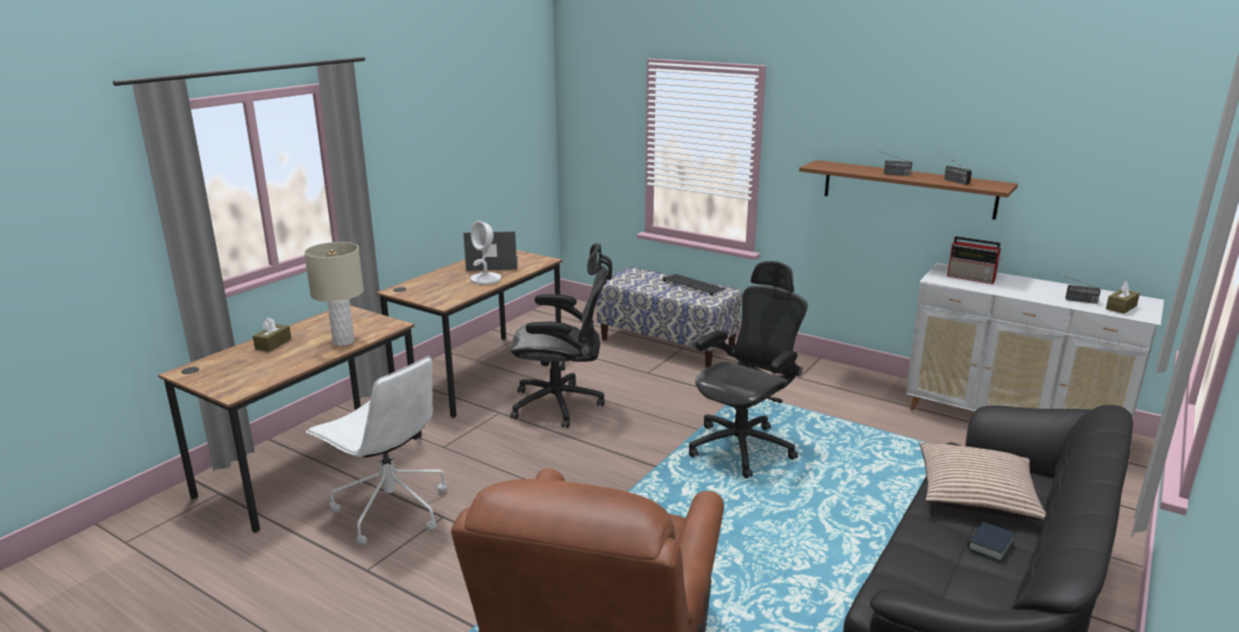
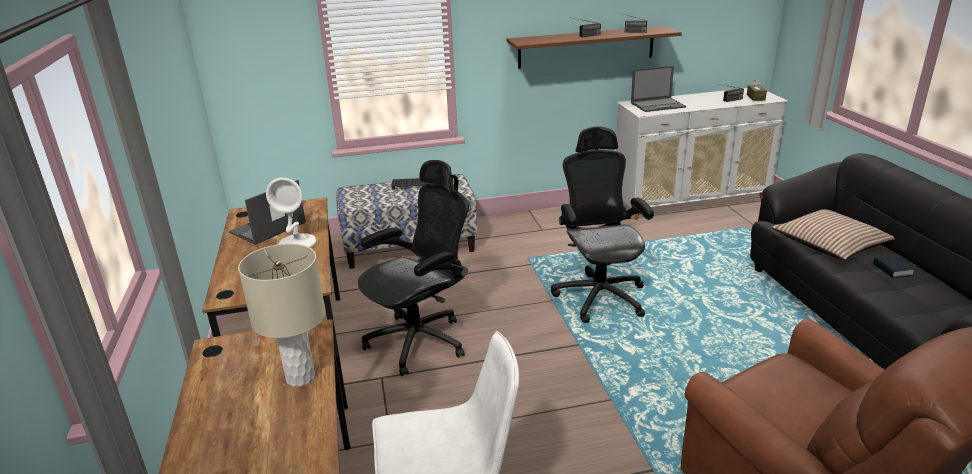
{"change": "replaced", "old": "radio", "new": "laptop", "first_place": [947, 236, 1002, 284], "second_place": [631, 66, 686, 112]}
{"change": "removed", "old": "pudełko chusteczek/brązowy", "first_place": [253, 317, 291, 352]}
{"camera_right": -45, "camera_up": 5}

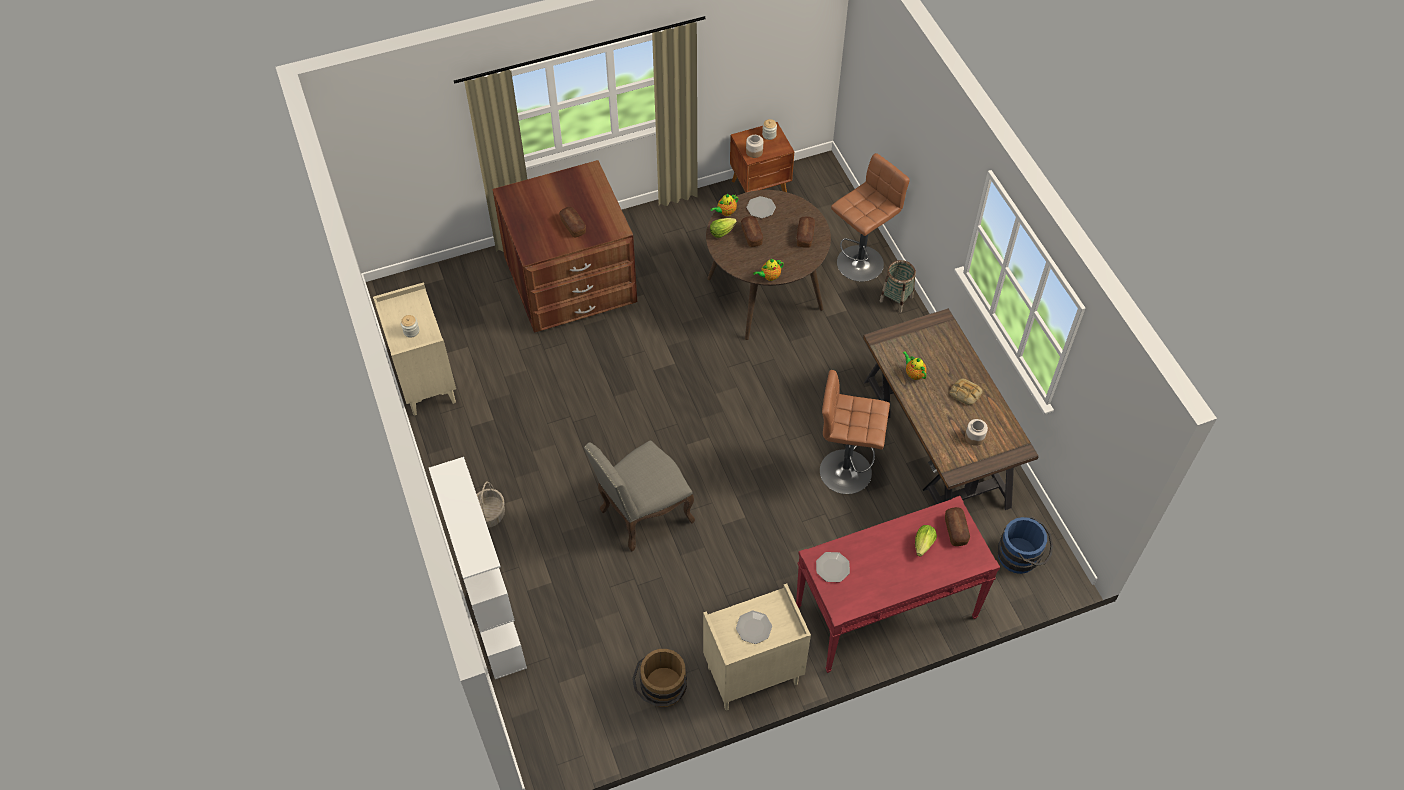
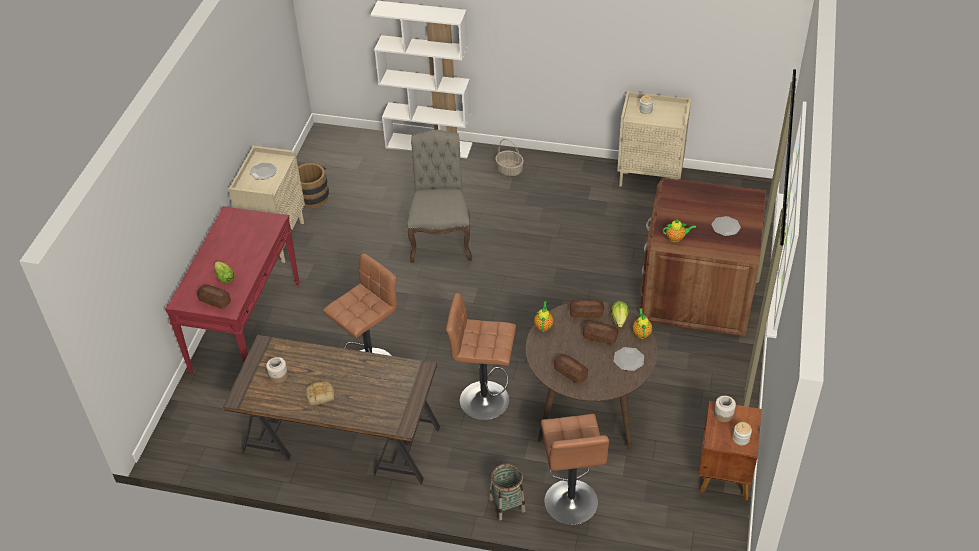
{"change": "added", "new": "stołek/brązowy", "second_place": [446, 293, 516, 420]}
{"change": "moved", "old": "chleb", "first_place": [559, 207, 586, 238], "second_place": [570, 299, 604, 318]}
{"change": "moved", "old": "imbryk", "first_place": [902, 351, 927, 380], "second_place": [663, 219, 696, 242]}
{"change": "moved", "old": "talerz", "first_place": [816, 552, 850, 582], "second_place": [711, 216, 741, 236]}
{"change": "removed", "old": "wiadro/niebieski", "first_place": [998, 516, 1053, 574]}
{"camera_right": 125, "camera_up": -10}

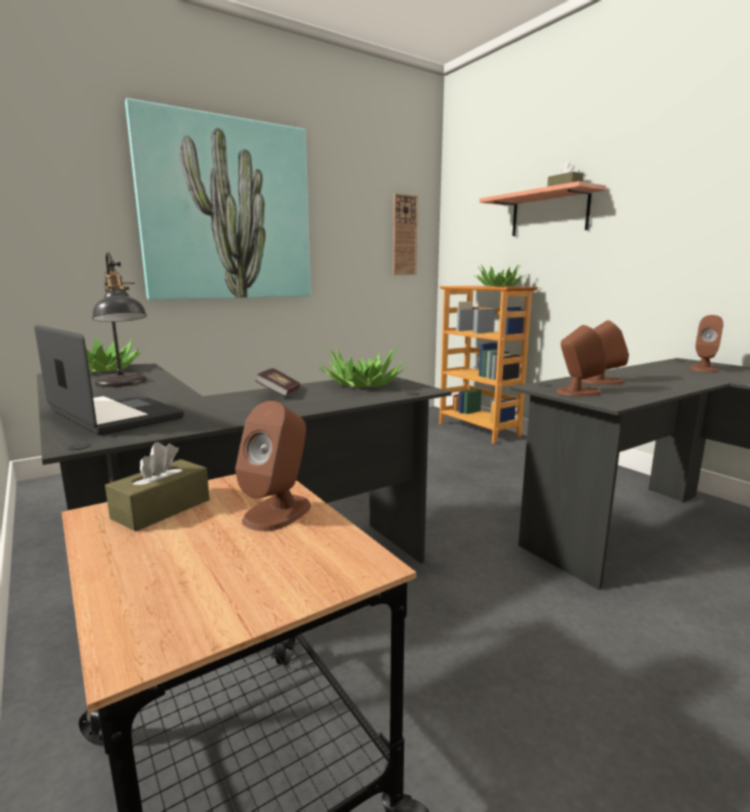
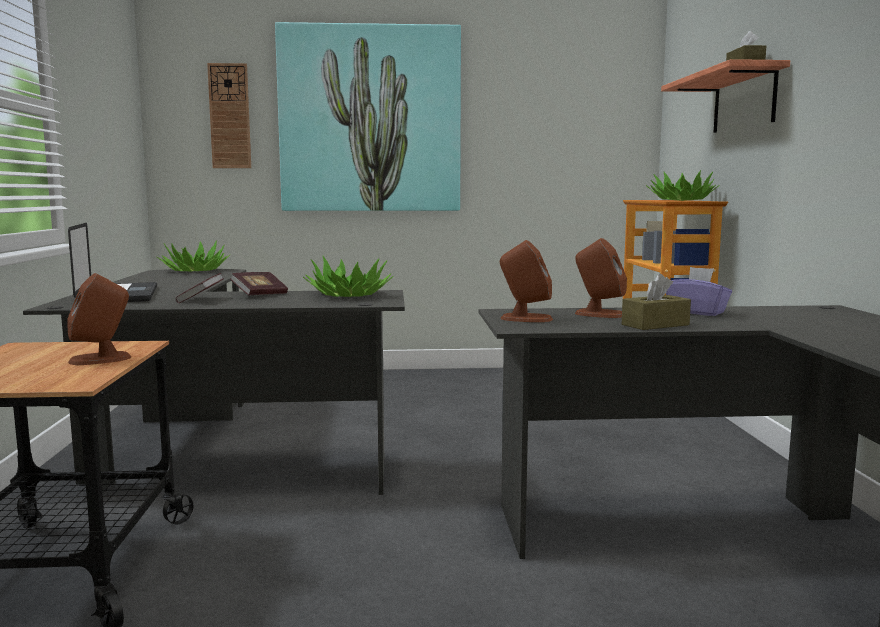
{"change": "added", "new": "książka", "second_place": [176, 273, 224, 303]}
{"change": "moved", "old": "zegar ścienny", "first_place": [393, 193, 418, 275], "second_place": [207, 63, 251, 168]}
{"change": "moved", "old": "pudełko chusteczek/brązowy", "first_place": [105, 442, 210, 532], "second_place": [622, 274, 691, 330]}
{"change": "added", "new": "pudełko chusteczek/fioletowy", "second_place": [666, 267, 732, 316]}
{"change": "removed", "old": "lampa stołowa/szary", "first_place": [92, 252, 147, 387]}
{"change": "removed", "old": "głośnik/brązowy", "first_place": [689, 315, 723, 372]}
{"camera_right": 30, "camera_up": -5}

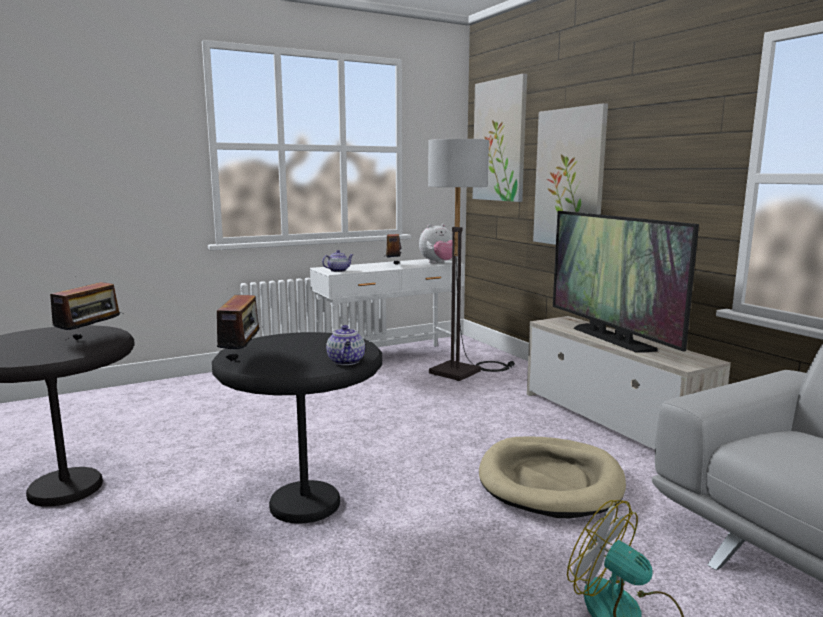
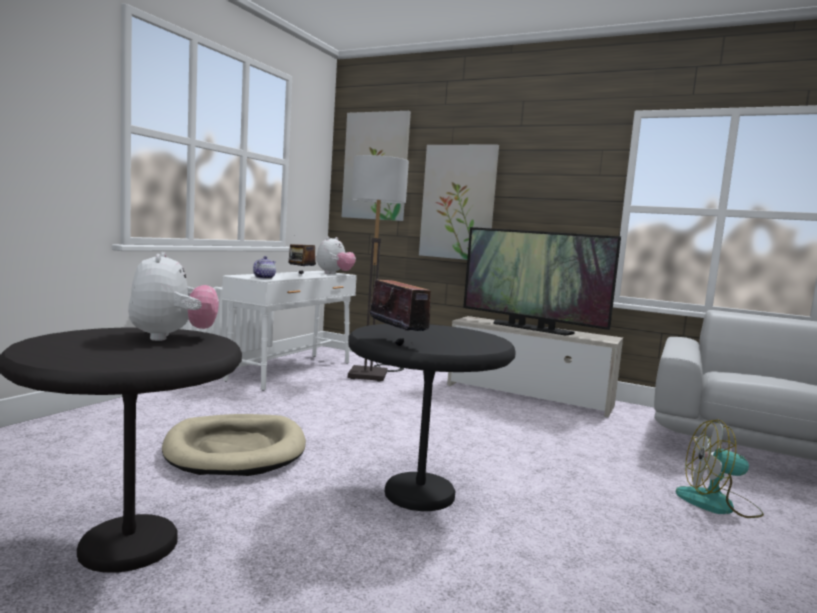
{"change": "replaced", "old": "radio", "new": "pluszak", "first_place": [50, 276, 125, 340], "second_place": [128, 252, 219, 341]}
{"change": "moved", "old": "legowisko/beżowy", "first_place": [479, 437, 626, 518], "second_place": [162, 414, 306, 476]}
{"change": "removed", "old": "imbryk", "first_place": [326, 325, 365, 365]}
{"camera_right": -35, "camera_up": -5}

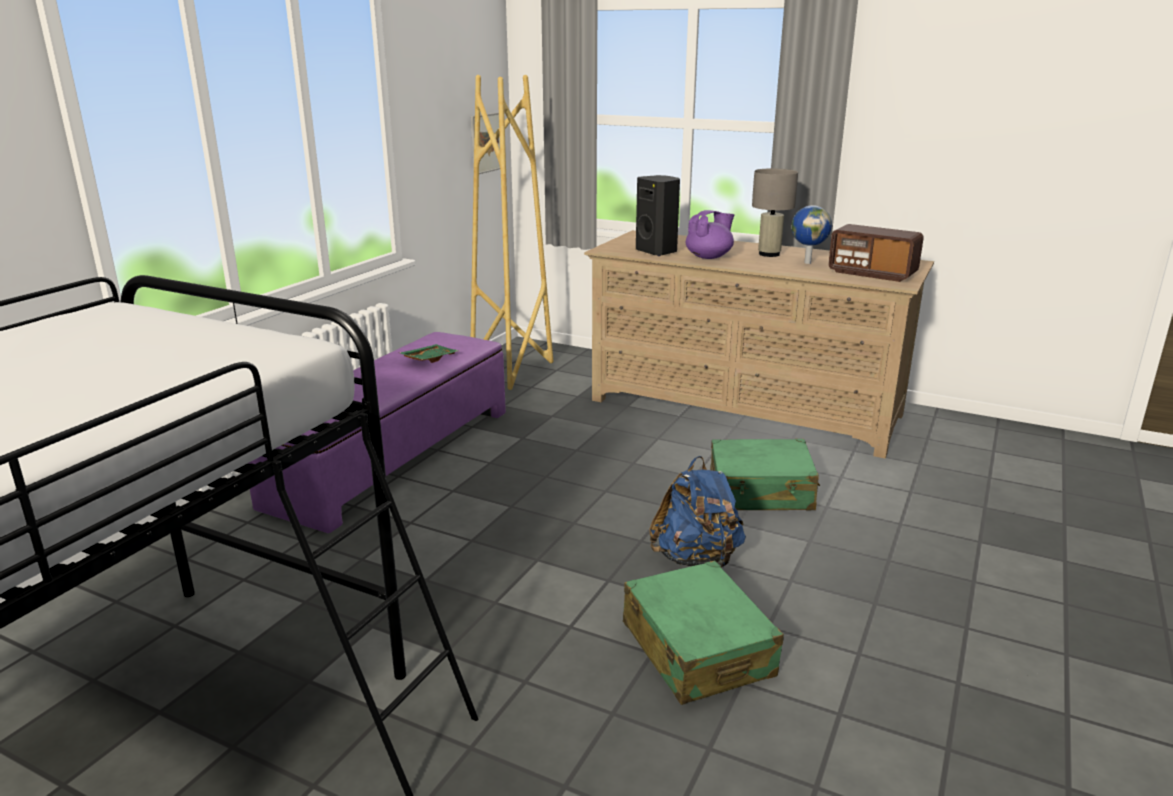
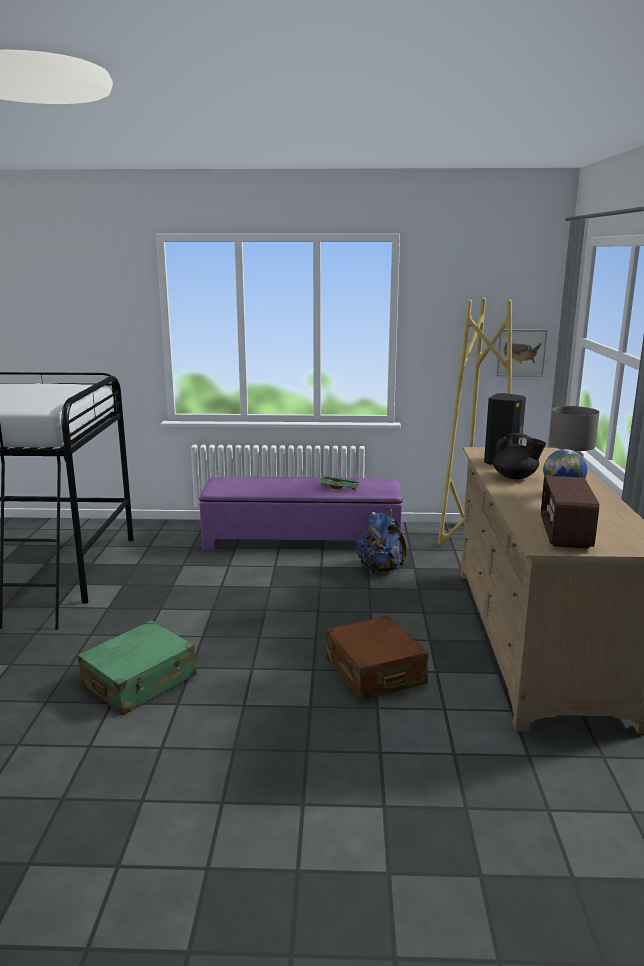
{"change": "recoloured", "old": "walizka/zielony", "new": "walizka/brązowy", "first_place": [710, 439, 820, 510], "second_place": [326, 615, 428, 700]}
{"change": "moved", "old": "plecak/niebieski", "first_place": [649, 456, 746, 567], "second_place": [356, 508, 407, 574]}
{"change": "recoloured", "old": "imbryk/fioletowy", "new": "imbryk/czarny", "first_place": [686, 210, 734, 259], "second_place": [493, 433, 546, 479]}
{"camera_right": 65, "camera_up": -5}

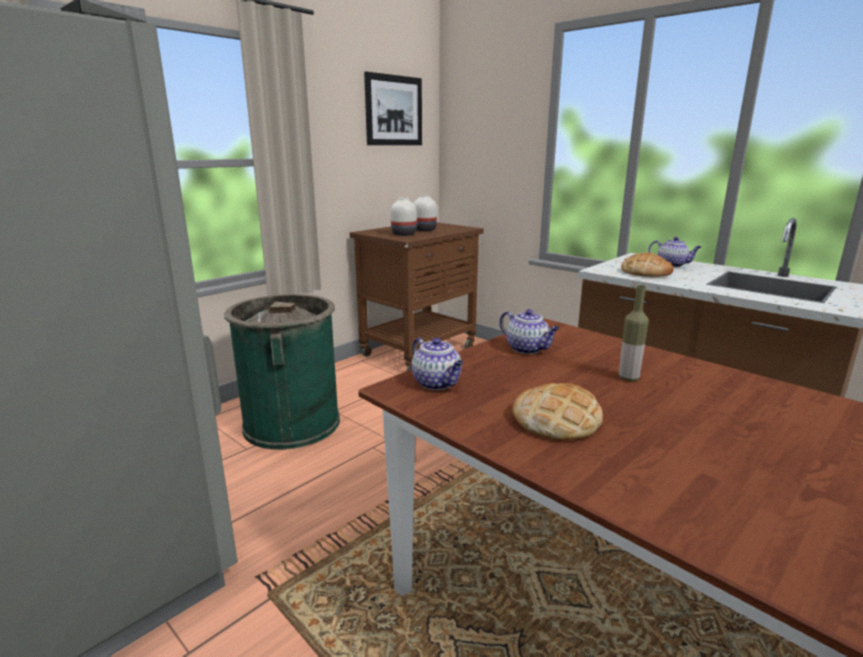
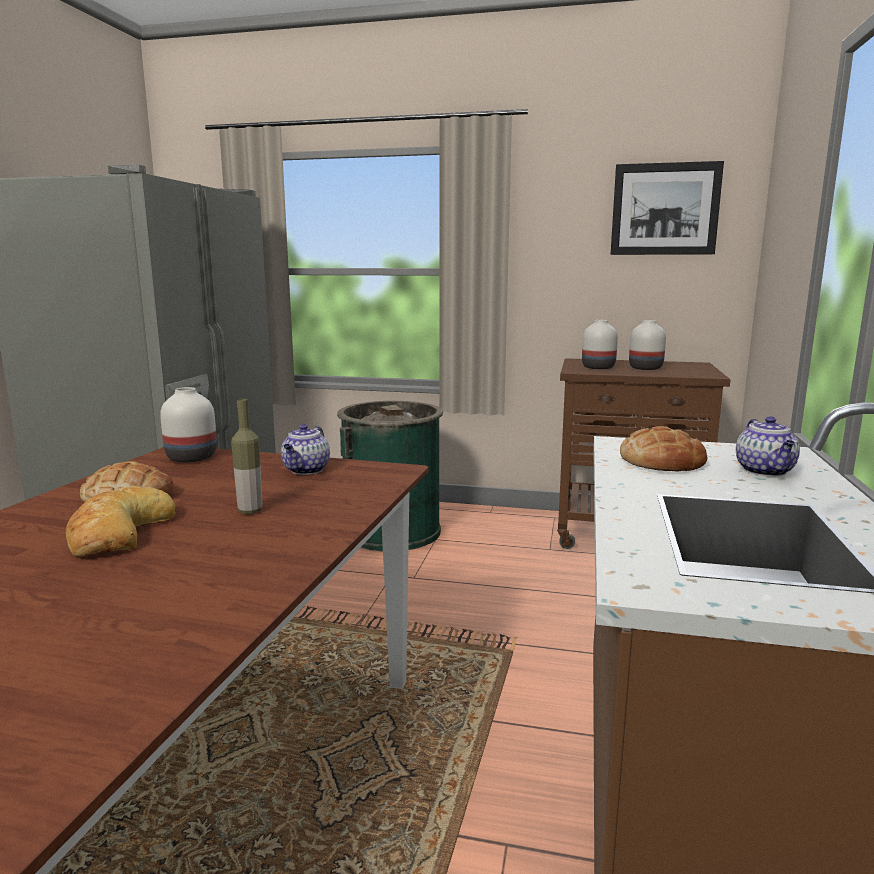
{"change": "added", "new": "chleb", "second_place": [66, 486, 175, 556]}
{"change": "replaced", "old": "imbryk", "new": "wazon/biały", "first_place": [412, 338, 464, 390], "second_place": [160, 387, 217, 463]}
{"camera_right": 60, "camera_up": -5}

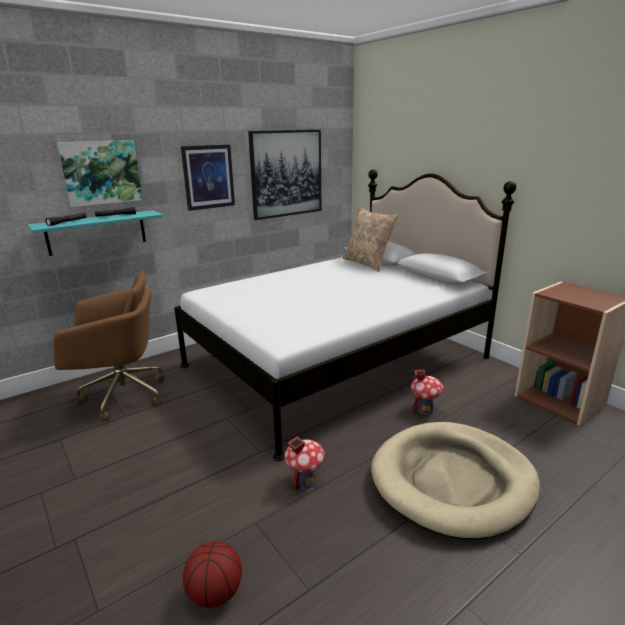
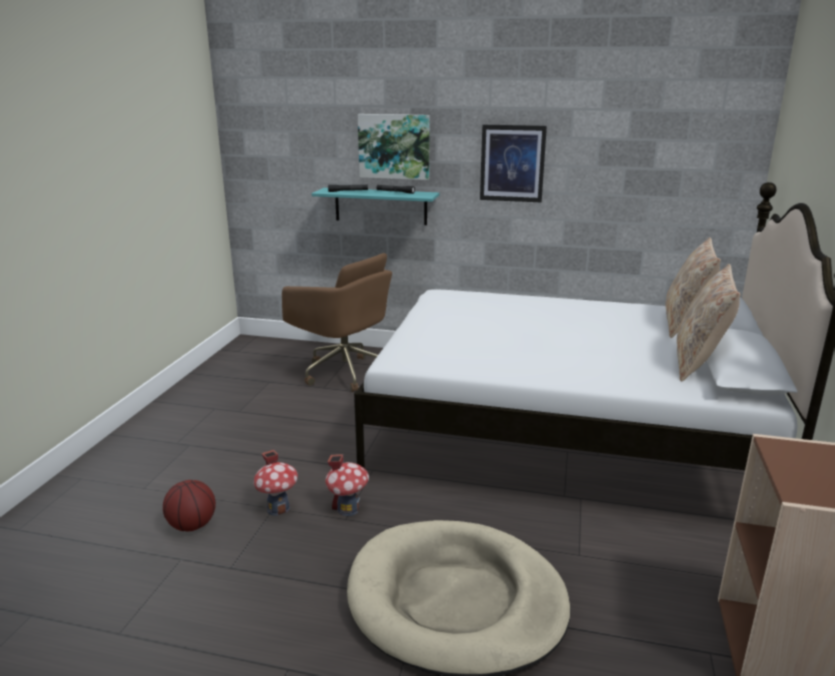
{"change": "moved", "old": "domek", "first_place": [411, 370, 444, 415], "second_place": [253, 450, 298, 516]}
{"change": "added", "new": "poduszka/beżowy", "second_place": [677, 264, 741, 381]}
{"change": "removed", "old": "obraz", "first_place": [248, 130, 321, 220]}
{"camera_right": 50, "camera_up": 0}

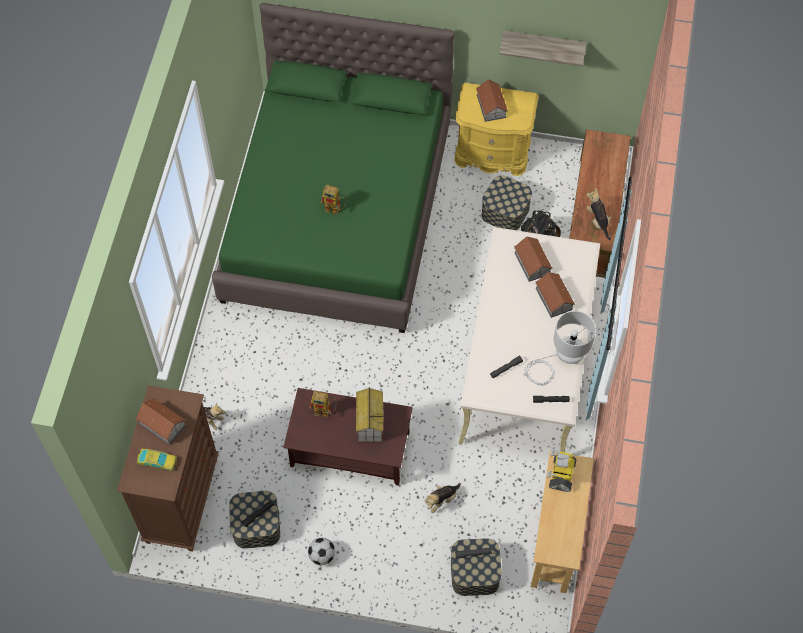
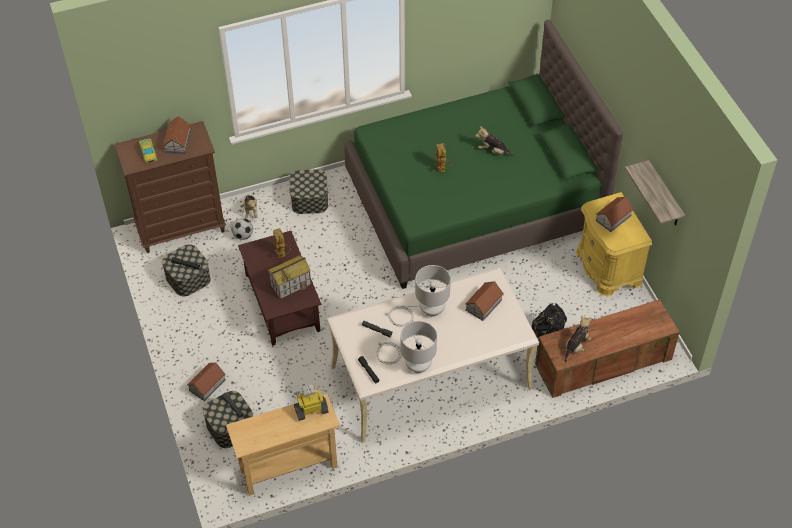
{"change": "moved", "old": "domek", "first_place": [535, 272, 575, 318], "second_place": [187, 362, 226, 401]}
{"change": "moved", "old": "piłka futbolowa", "first_place": [308, 538, 335, 565], "second_place": [232, 218, 253, 240]}
{"change": "moved", "old": "pojemnik do przechowywania", "first_place": [481, 175, 532, 230], "second_place": [290, 169, 328, 214]}
{"change": "added", "new": "lampa stołowa/biały", "second_place": [385, 265, 451, 327]}
{"change": "moved", "old": "pluszak", "first_place": [425, 483, 461, 513], "second_place": [475, 126, 514, 156]}
{"camera_right": 60, "camera_up": -10}

